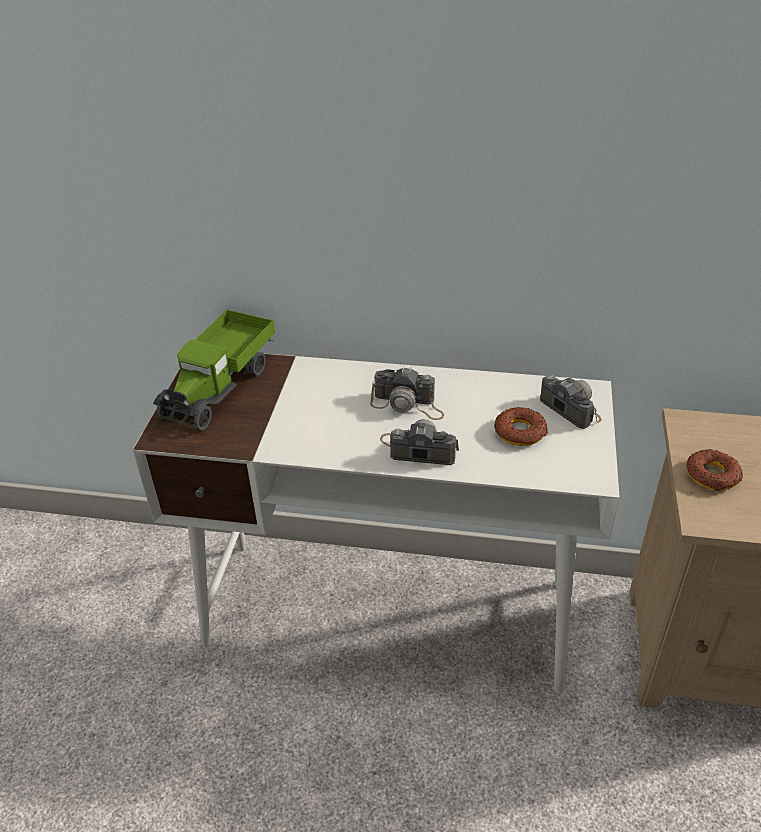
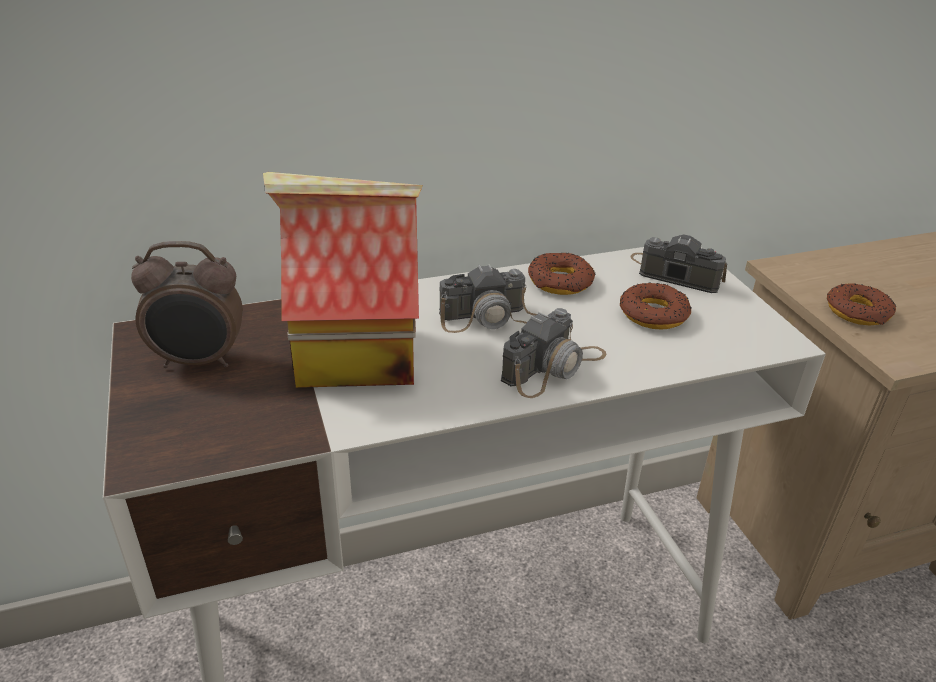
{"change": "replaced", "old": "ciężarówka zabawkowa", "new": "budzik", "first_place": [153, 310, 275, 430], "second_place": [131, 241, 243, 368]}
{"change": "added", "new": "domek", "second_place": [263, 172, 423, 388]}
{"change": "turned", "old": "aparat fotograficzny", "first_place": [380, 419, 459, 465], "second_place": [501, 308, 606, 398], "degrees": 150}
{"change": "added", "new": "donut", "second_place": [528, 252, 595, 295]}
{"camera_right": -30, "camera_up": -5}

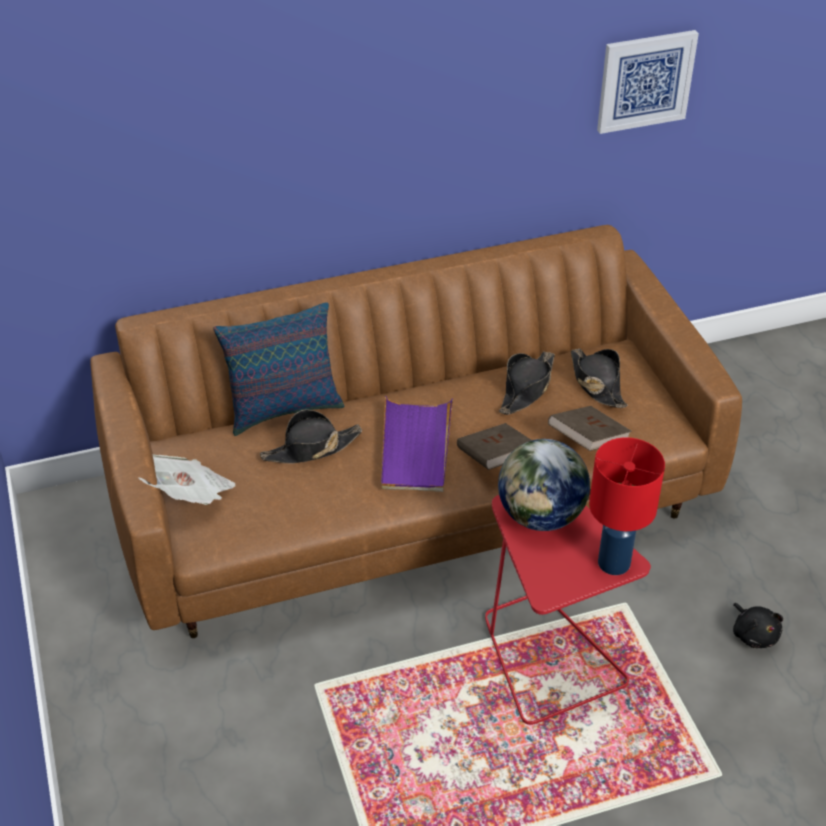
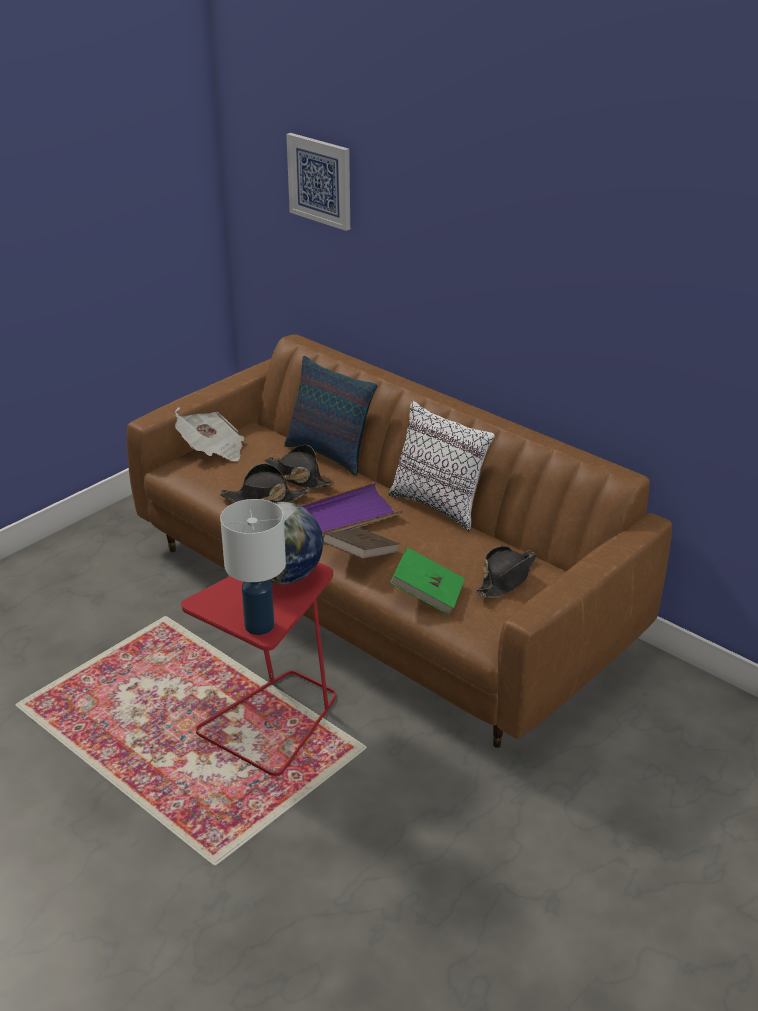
{"change": "moved", "old": "kapelusz/czarny", "first_place": [499, 351, 555, 415], "second_place": [220, 463, 309, 503]}
{"change": "recoloured", "old": "lampa stołowa/czerwony", "new": "lampa stołowa/biały", "first_place": [589, 437, 665, 575], "second_place": [220, 499, 286, 635]}
{"change": "moved", "old": "obraz", "first_place": [597, 30, 699, 134], "second_place": [286, 133, 350, 231]}
{"change": "added", "new": "poduszka/biały", "second_place": [388, 401, 495, 531]}
{"change": "recoloured", "old": "książka/brązowy", "new": "książka/zielony", "first_place": [548, 406, 632, 451], "second_place": [390, 547, 465, 615]}
{"change": "removed", "old": "pluszak/czarny", "first_place": [733, 603, 783, 648]}
{"camera_right": 60, "camera_up": -10}

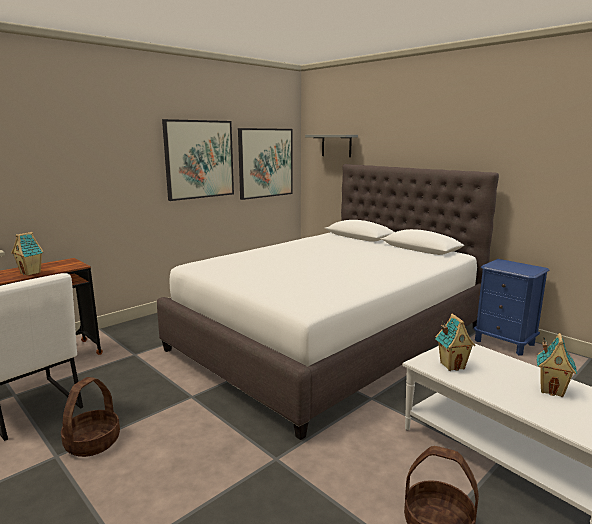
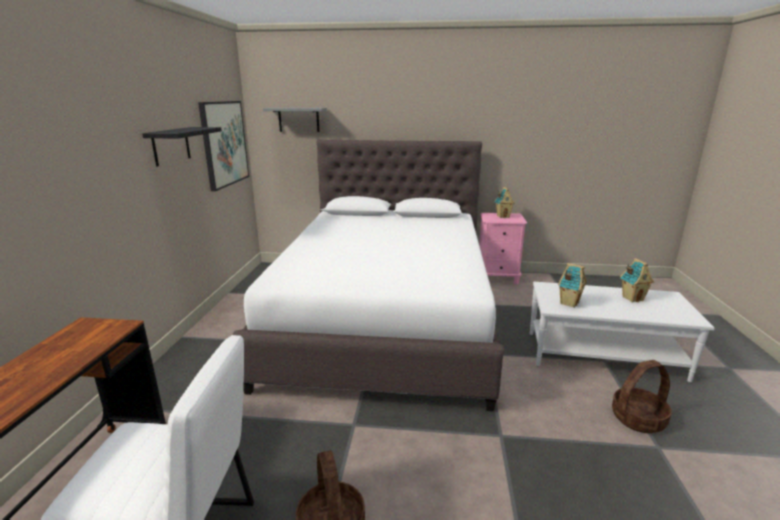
{"change": "replaced", "old": "obraz", "new": "półka/czarny", "first_place": [162, 119, 234, 201], "second_place": [142, 127, 222, 167]}
{"change": "recoloured", "old": "szafka nocna/niebieski", "new": "szafka nocna/różowy", "first_place": [474, 259, 550, 355], "second_place": [479, 213, 527, 285]}
{"change": "moved", "old": "domek", "first_place": [11, 232, 44, 276], "second_place": [494, 187, 515, 218]}
{"camera_right": -40, "camera_up": 5}

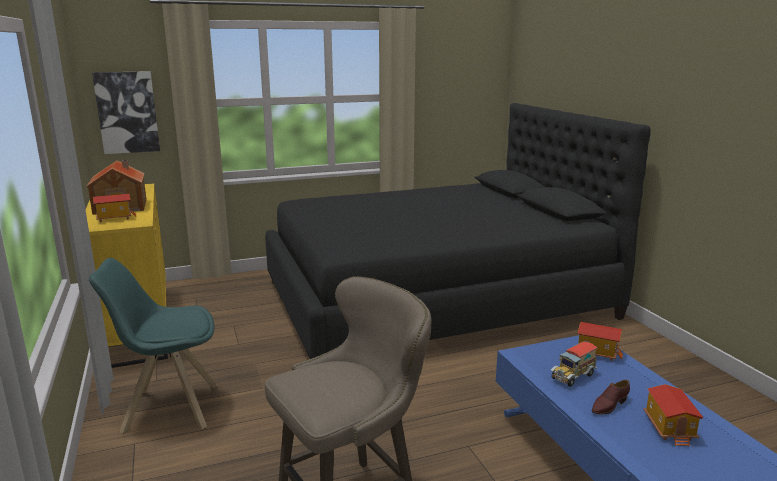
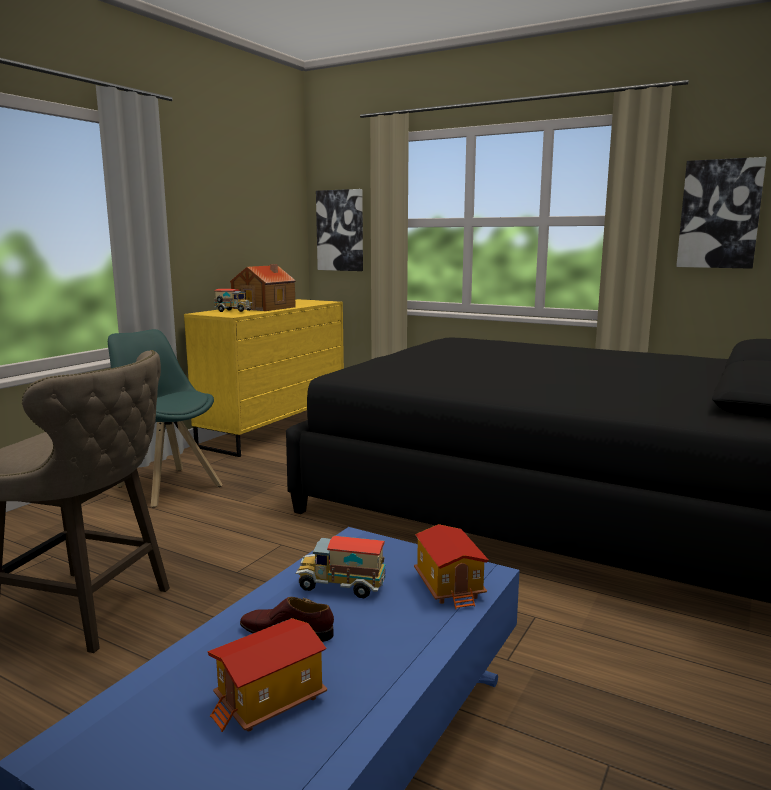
{"change": "replaced", "old": "domek", "new": "ciężarówka zabawkowa", "first_place": [93, 194, 137, 222], "second_place": [214, 289, 253, 312]}
{"change": "added", "new": "obraz", "second_place": [676, 157, 767, 269]}
{"camera_right": 50, "camera_up": -5}

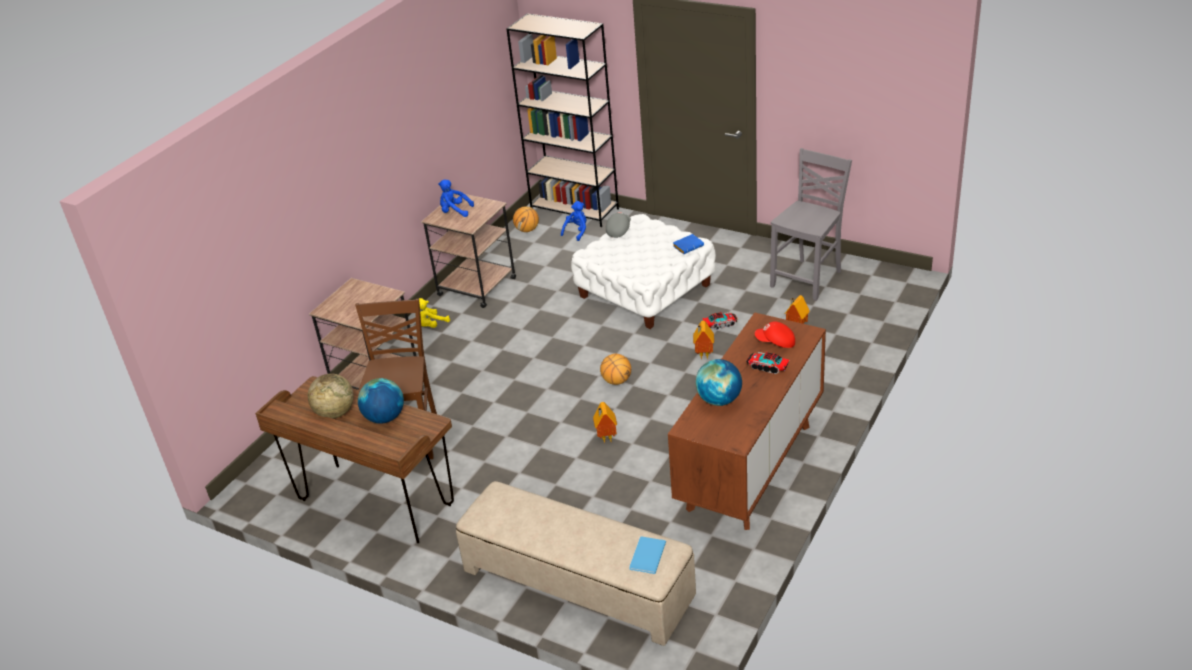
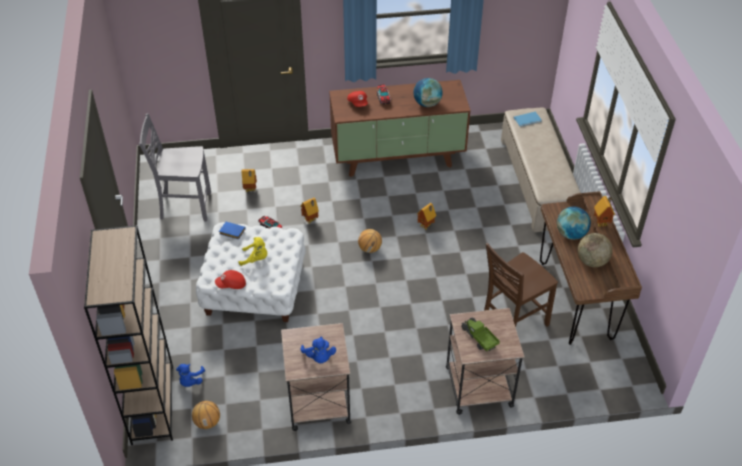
{"change": "turned", "old": "pluszak/niebieski", "first_place": [561, 201, 586, 241], "second_place": [176, 364, 205, 387], "degrees": -75}
{"change": "recoloured", "old": "czapka z daszkiem/szary", "new": "czapka z daszkiem/czerwony", "first_place": [606, 212, 631, 238], "second_place": [215, 270, 246, 289]}
{"change": "moved", "old": "pluszak/żółty", "first_place": [419, 298, 450, 328], "second_place": [239, 237, 267, 266]}
{"change": "added", "new": "ciężarówka zabawkowa", "second_place": [461, 317, 500, 352]}
{"change": "added", "new": "domek", "second_place": [594, 196, 615, 227]}
{"camera_right": -130, "camera_up": 10}

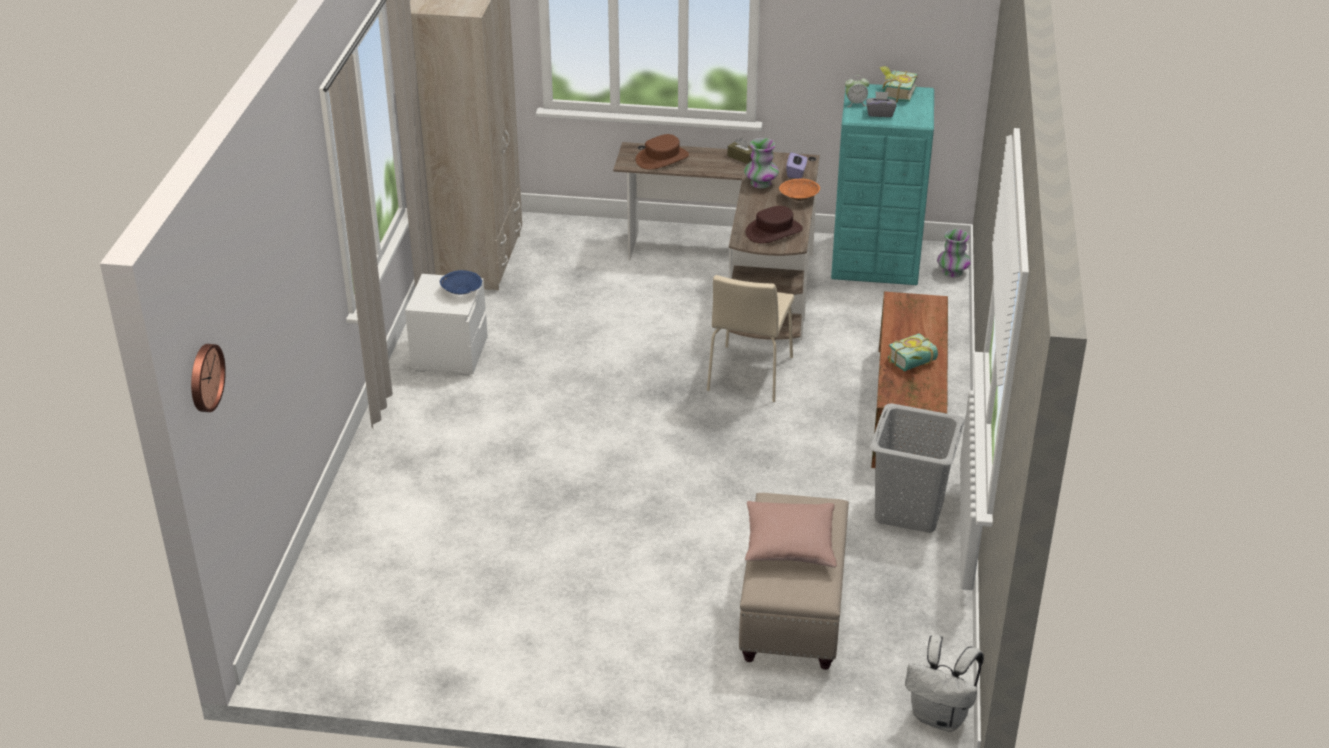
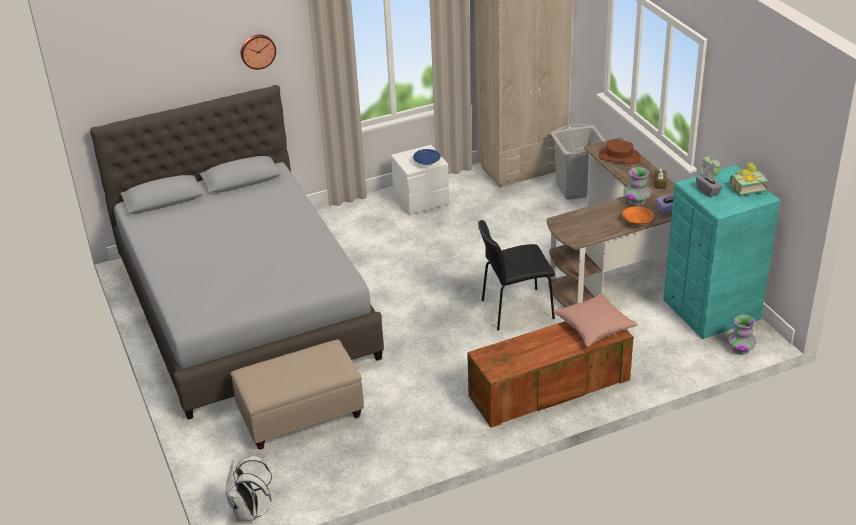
{"change": "added", "new": "łóżko/szary", "second_place": [90, 85, 384, 420]}
{"change": "moved", "old": "zegar ścienny", "first_place": [191, 344, 226, 412], "second_place": [241, 35, 276, 70]}
{"change": "recoloured", "old": "krzesło/beżowy", "new": "krzesło/czarny", "first_place": [707, 275, 794, 402], "second_place": [478, 220, 555, 330]}
{"change": "moved", "old": "kosz na pranie/szary", "first_place": [870, 403, 965, 533], "second_place": [550, 124, 605, 200]}
{"change": "moved", "old": "poduszka/różowy", "first_place": [745, 501, 837, 567], "second_place": [553, 293, 638, 347]}
{"change": "removed", "old": "kapelusz/brązowy", "first_place": [746, 206, 803, 243]}
{"change": "removed", "old": "książka", "first_place": [888, 333, 938, 371]}
{"camera_right": 60, "camera_up": 0}

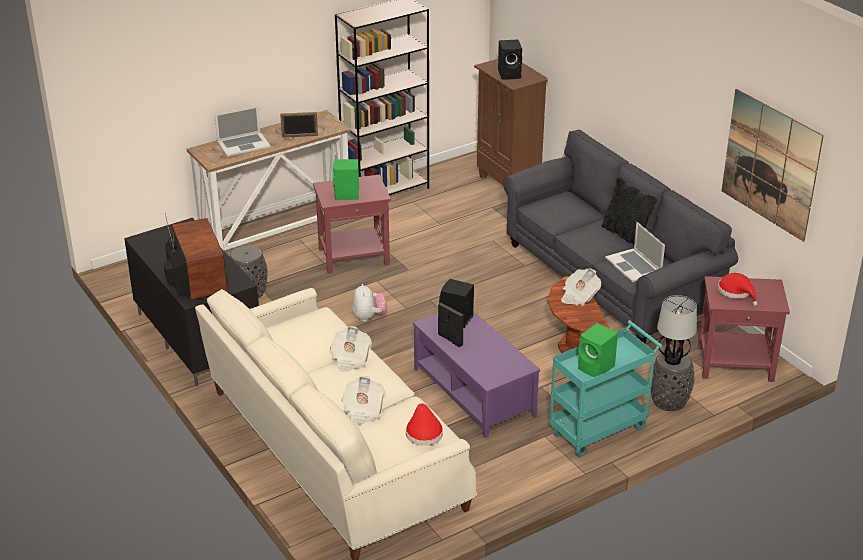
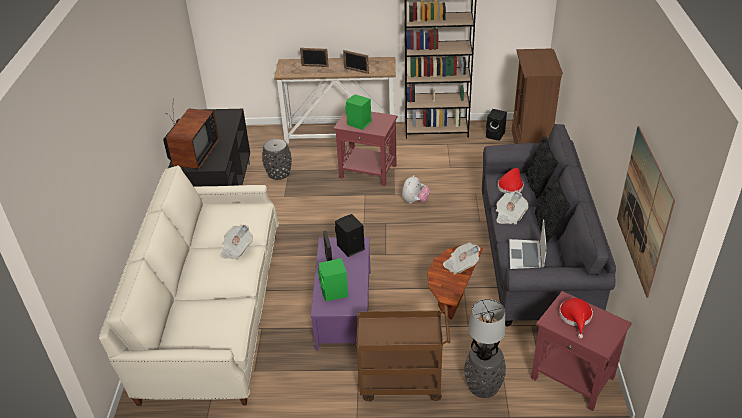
{"change": "replaced", "old": "laptop", "new": "ramka na zdjęcie", "first_place": [215, 106, 271, 156], "second_place": [300, 48, 329, 67]}
{"change": "moved", "old": "głośnik/zielony", "first_place": [578, 323, 618, 377], "second_place": [318, 258, 348, 302]}
{"change": "recoloured", "old": "wózek/turkusowy", "new": "wózek/brązowy", "first_place": [549, 320, 663, 457], "second_place": [356, 306, 451, 401]}
{"change": "moved", "old": "pluszak", "first_place": [352, 284, 387, 322], "second_place": [402, 175, 430, 204]}
{"change": "moved", "old": "głośnik/czarny", "first_place": [498, 39, 522, 79], "second_place": [486, 109, 507, 140]}
{"change": "moved", "old": "gazeta", "first_place": [341, 376, 386, 425], "second_place": [496, 192, 528, 224]}
{"change": "moved", "old": "kapelusz/czerwony", "first_place": [406, 403, 443, 446], "second_place": [498, 168, 524, 193]}
{"change": "added", "new": "poduszka/czarny", "second_place": [525, 136, 558, 199]}
{"camera_right": 35, "camera_up": 5}

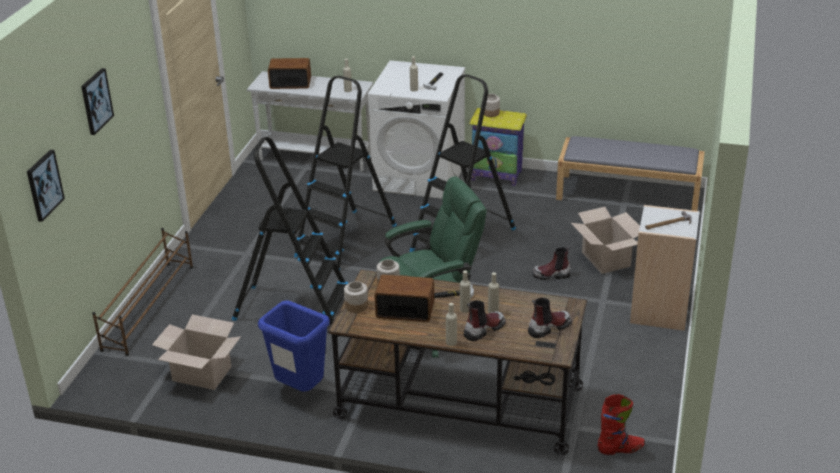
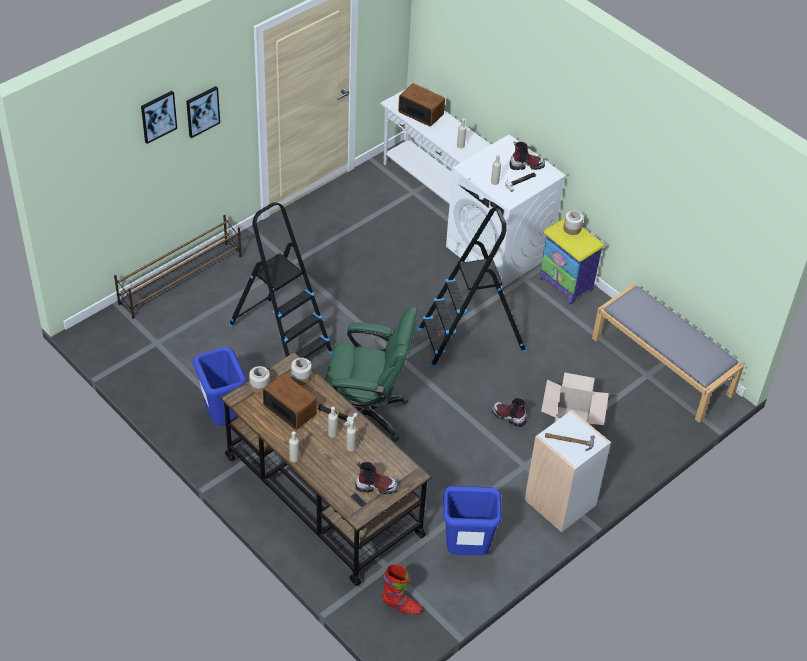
{"change": "moved", "old": "obraz", "first_place": [27, 150, 65, 222], "second_place": [186, 86, 220, 138]}
{"change": "added", "new": "kosz na śmieci/niebieski", "second_place": [443, 486, 502, 556]}
{"change": "moved", "old": "but z cholewką", "first_place": [464, 300, 506, 341], "second_place": [510, 141, 545, 170]}
{"change": "removed", "old": "karton", "first_place": [152, 314, 241, 390]}
{"change": "removed", "old": "drabinka/czarny", "first_place": [294, 76, 397, 270]}
{"camera_right": 30, "camera_up": 15}

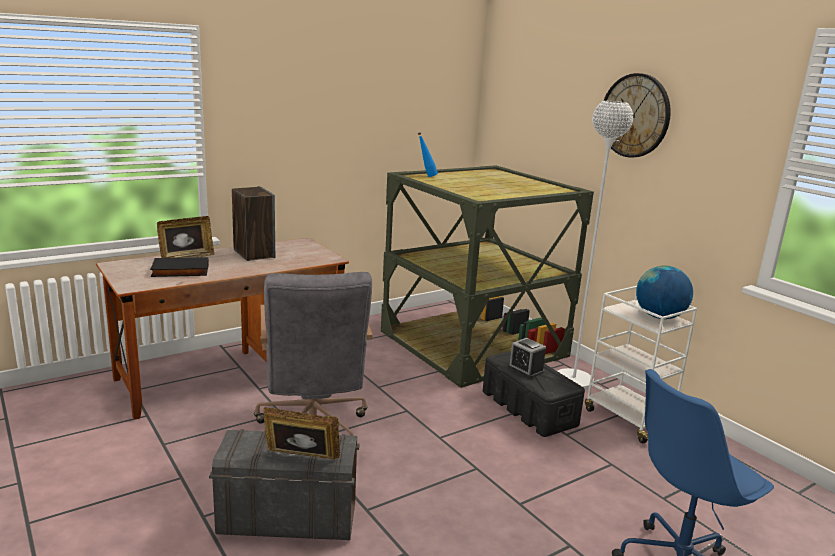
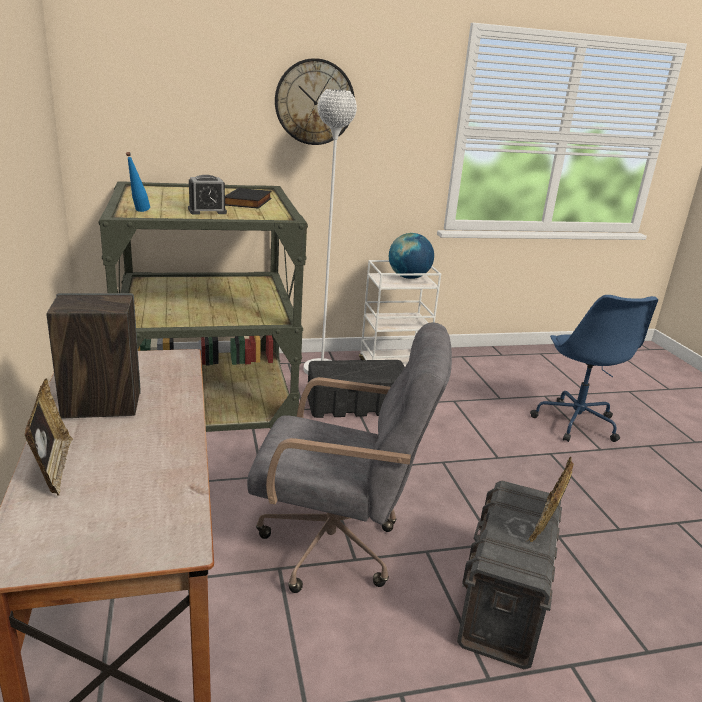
{"change": "moved", "old": "budzik", "first_place": [508, 338, 546, 378], "second_place": [188, 175, 227, 214]}
{"change": "moved", "old": "książka/czarny", "first_place": [150, 257, 209, 277], "second_place": [225, 187, 272, 209]}
{"camera_right": -70, "camera_up": 5}

